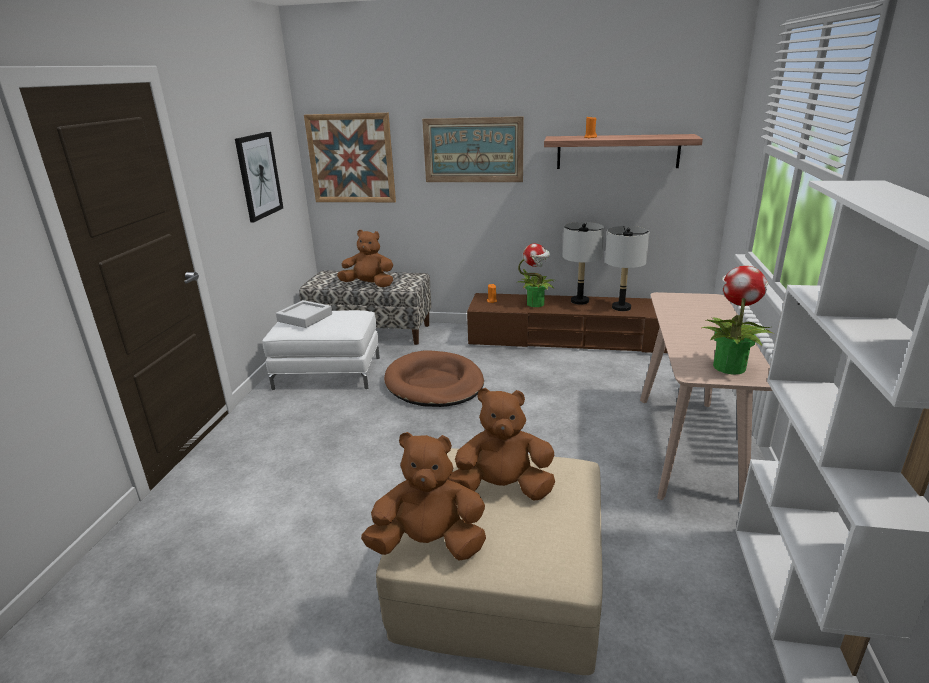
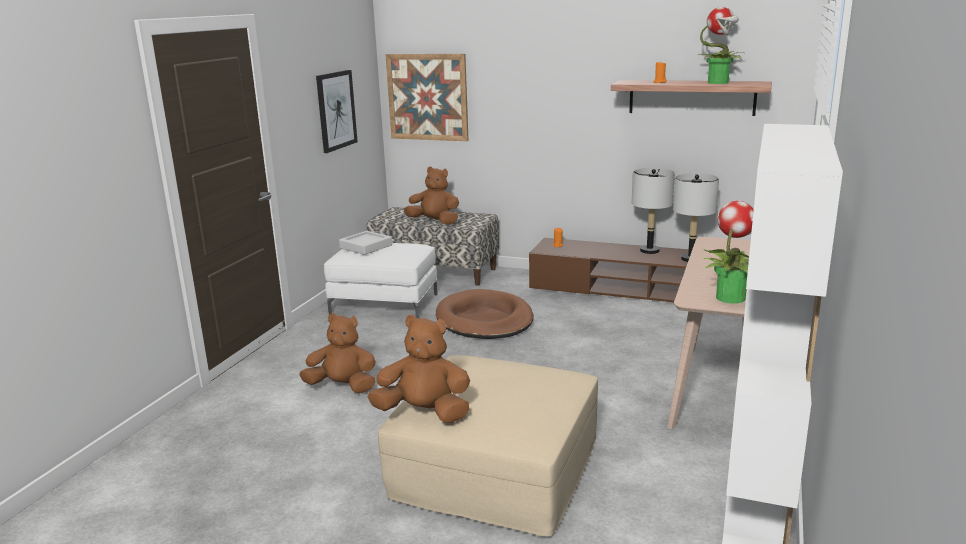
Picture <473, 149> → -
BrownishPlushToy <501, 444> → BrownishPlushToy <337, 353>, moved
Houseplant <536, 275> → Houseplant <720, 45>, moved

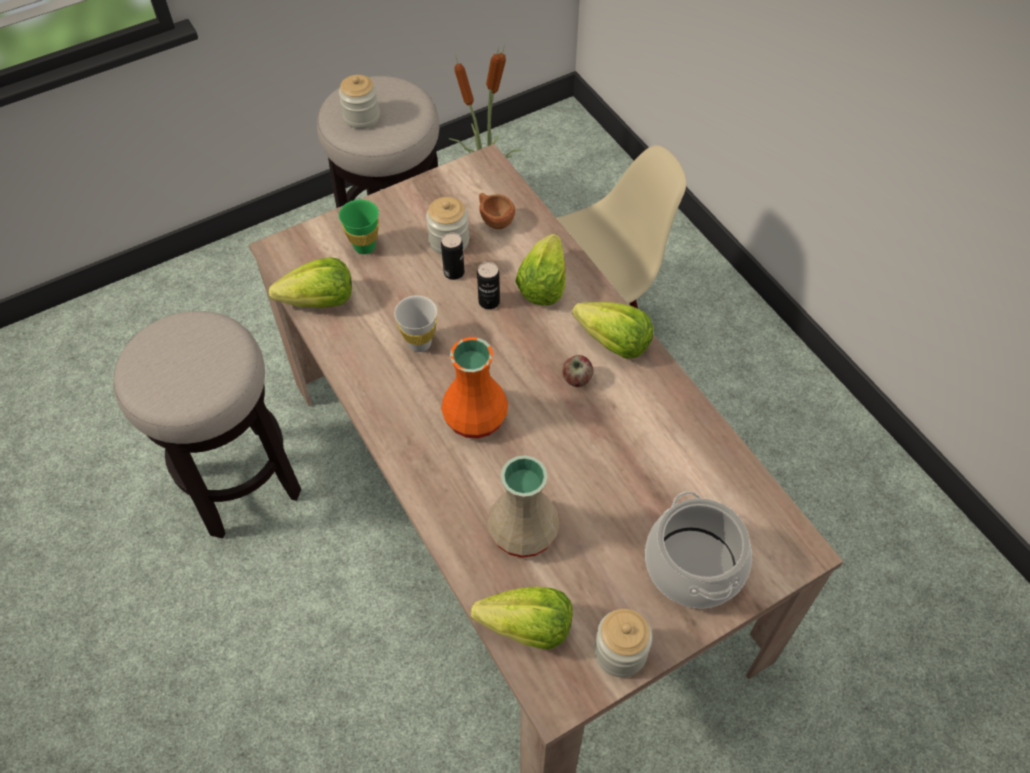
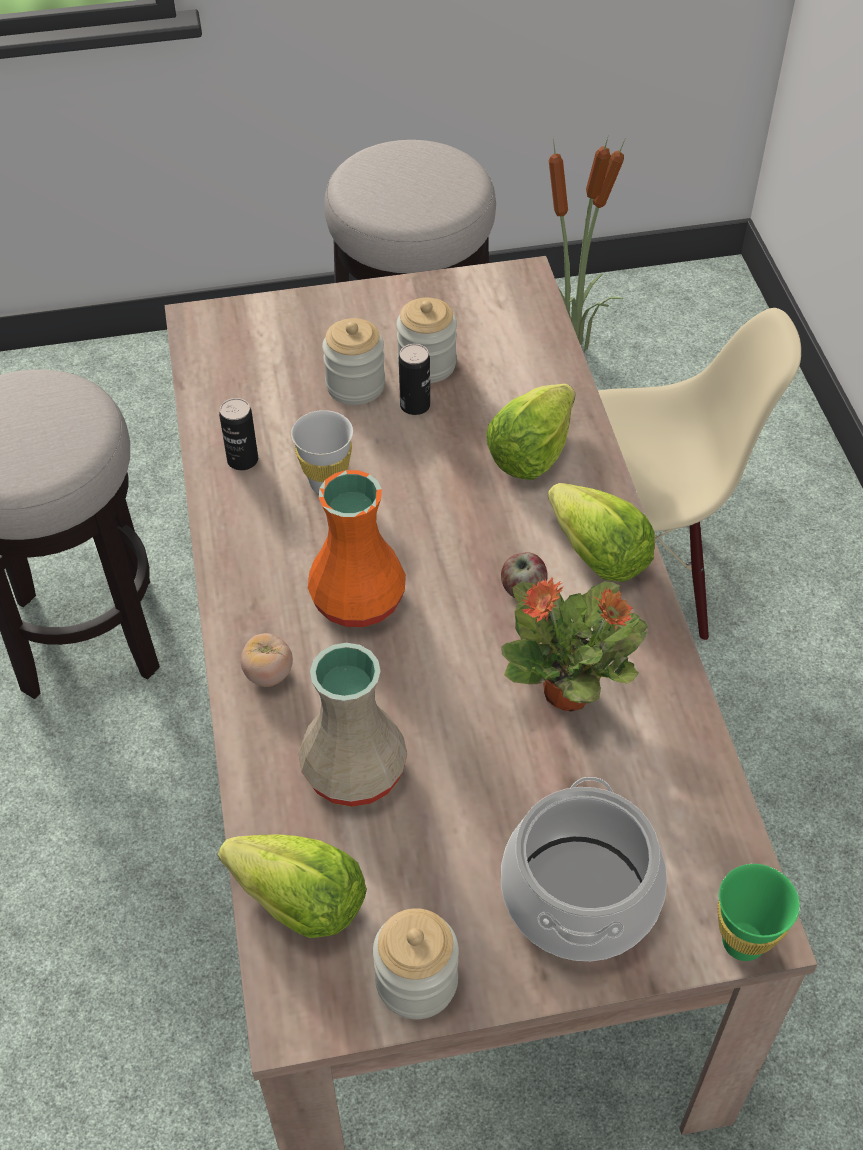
HeadOfLettuce <310, 282> → -
Jar <359, 102> → Jar <353, 361>, moved
GreenColouredDrinkingCup <359, 226> → GreenColouredDrinkingCup <759, 912>, moved
MetalCan <488, 285> → MetalCan <238, 434>, moved
BrownishDrinkingCup <497, 211> → -
- → WholeTomato <267, 660>
- → Houseplant <574, 644>

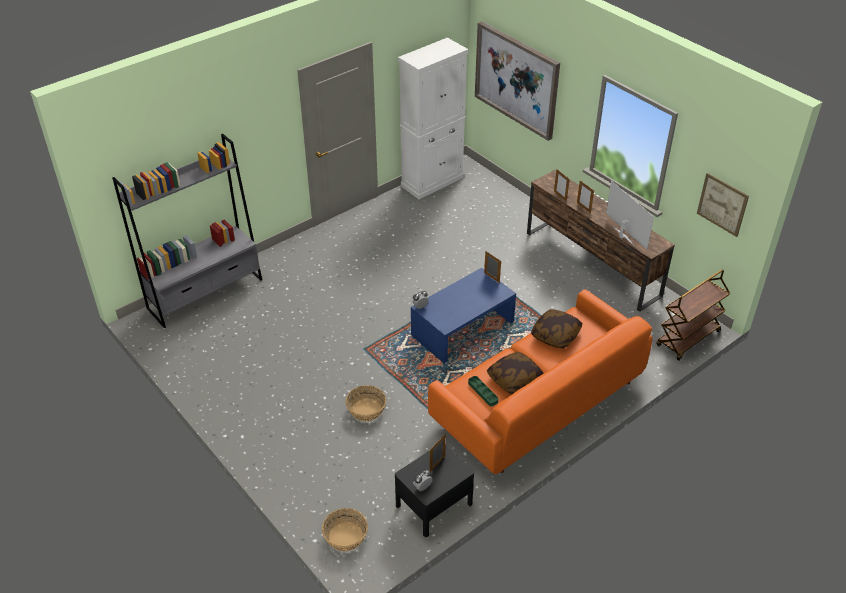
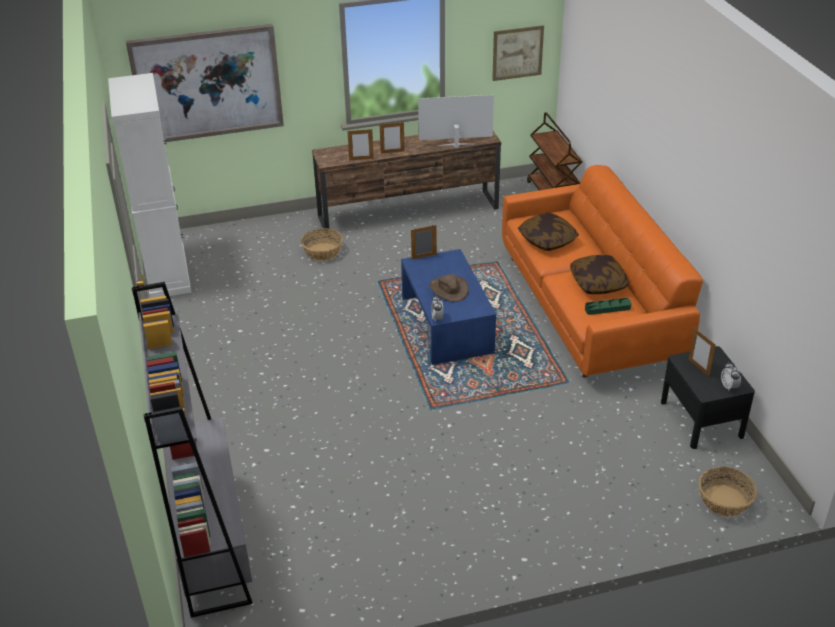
HouseholdBasket <365, 403> → HouseholdBasket <322, 244>, moved
- → BrownishClothingHat <449, 288>

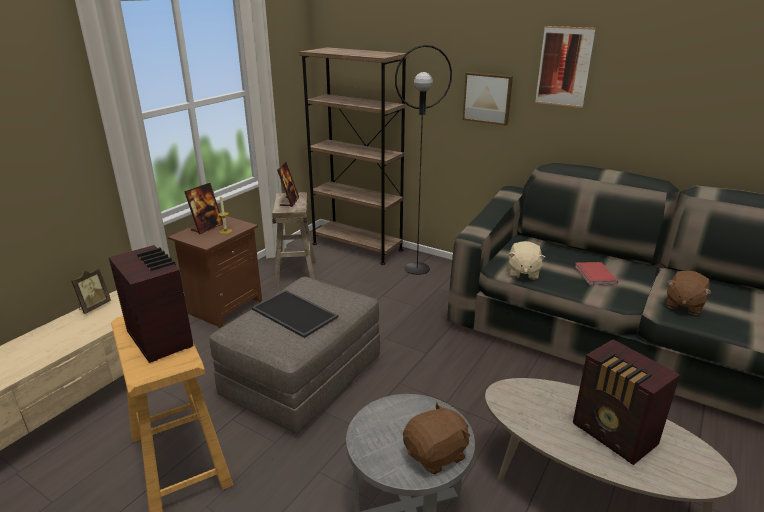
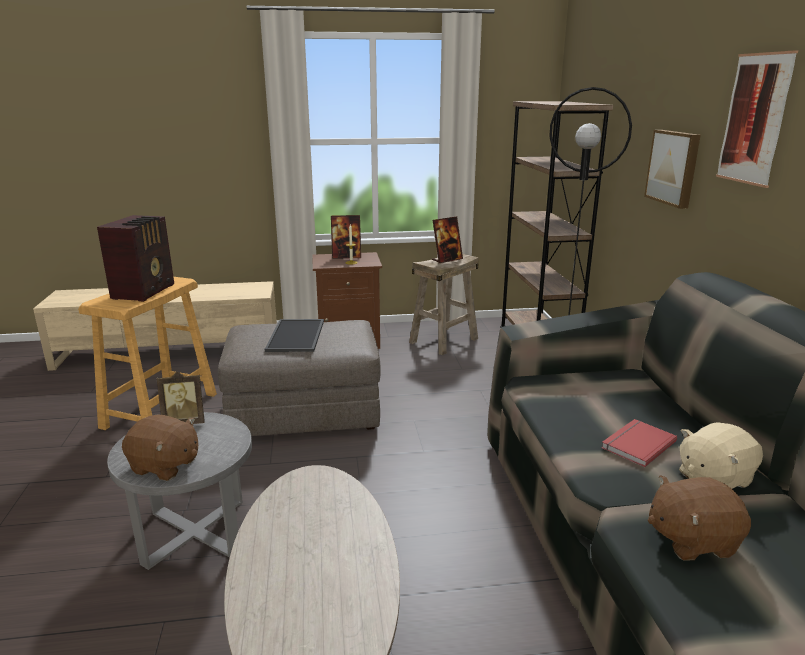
PhotoFrame <91, 291> → PhotoFrame <181, 397>, moved
BeigePlushToy <527, 260> → BeigePlushToy <721, 455>, moved
RadioReceiver <626, 402> → -

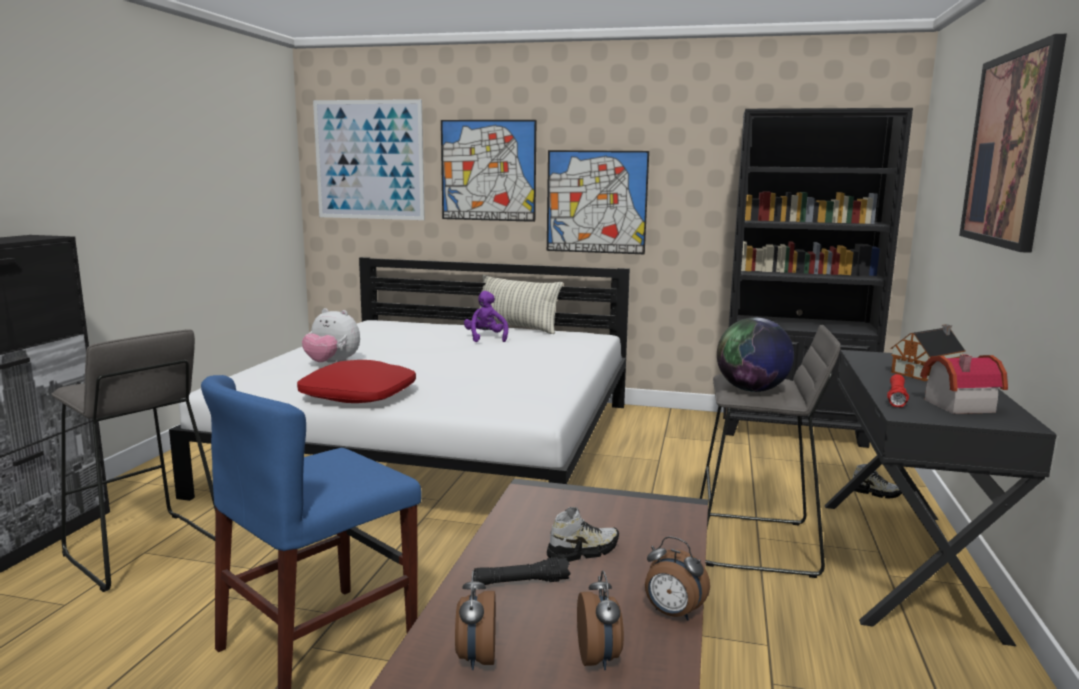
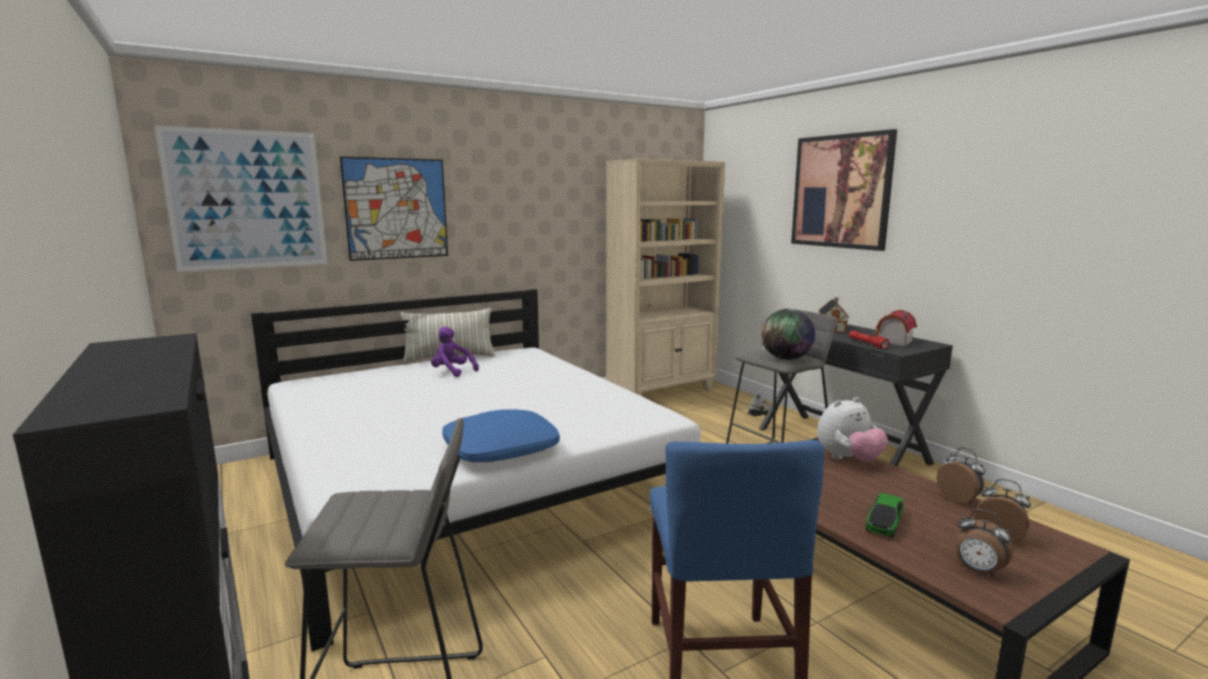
ReddishThrowPillow <356, 381> → BluishThrowPillow <501, 436>
PlushToy <331, 335> → PlushToy <852, 429>, moved
BlackishHandTorch <522, 571> → ModelCar <885, 515>
Picture <598, 202> → -
Shoe <583, 534> → -
AlarmClock <677, 578> → AlarmClock <961, 475>, 105 degrees counterclockwise
BlackishBookcase <818, 278> → BeigeBookcase <665, 277>

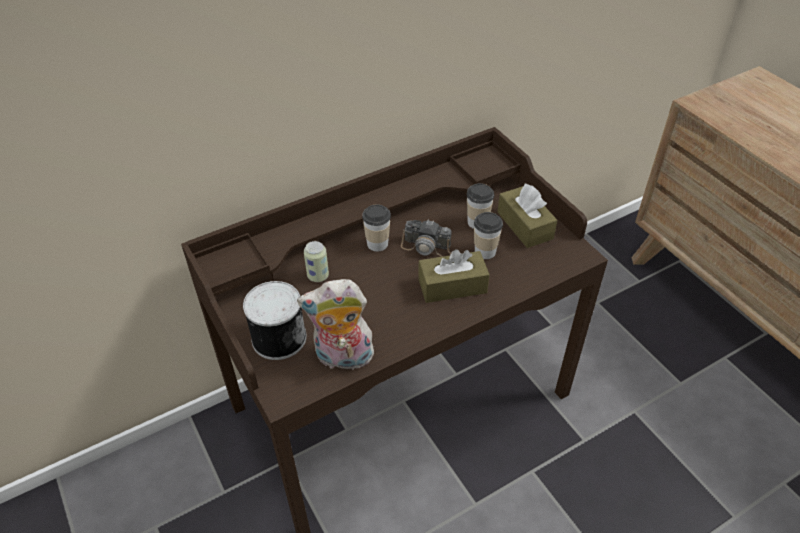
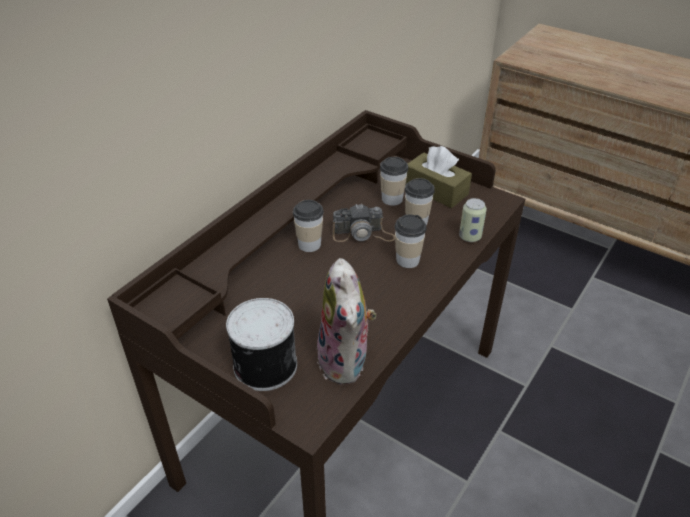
PlushToy <335, 326> → PlushToy <346, 321>, 75 degrees counterclockwise
MetalCan <316, 261> → MetalCan <473, 220>, moved
BrownishBoxOfTissues <454, 276> → DrinkingCup <411, 241>

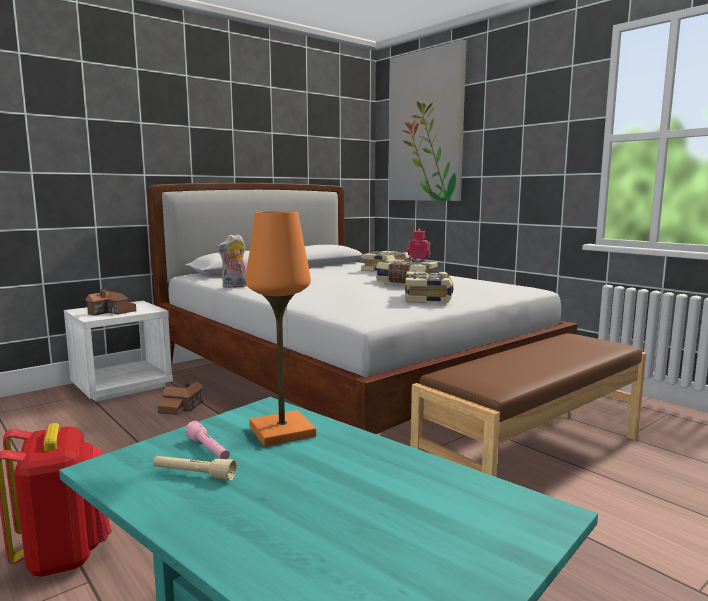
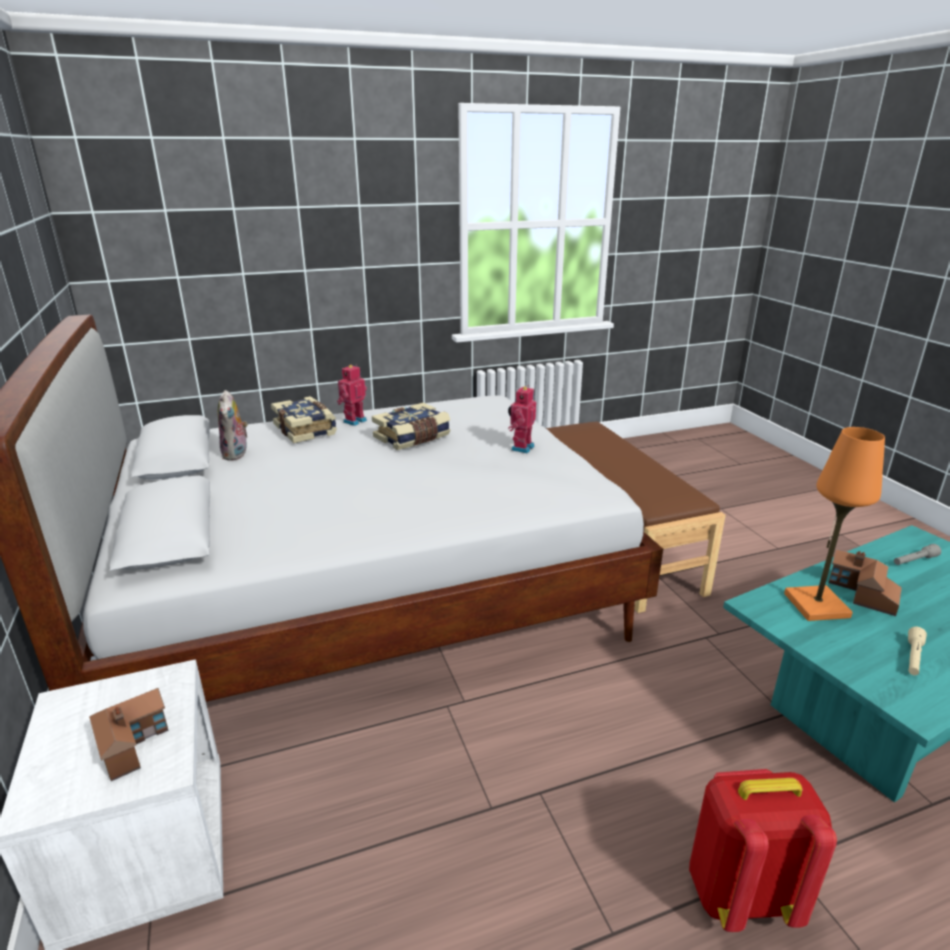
ToyHouse <181, 397> → ToyHouse <865, 582>, moved
PinkHandTorch <207, 440> → -
PlushToy <231, 261> → PlushToy <233, 425>, moved
Picture <427, 120> → -
BoundBook <429, 287> → ModelRobot <522, 419>
- → GreyHandTorch <917, 554>

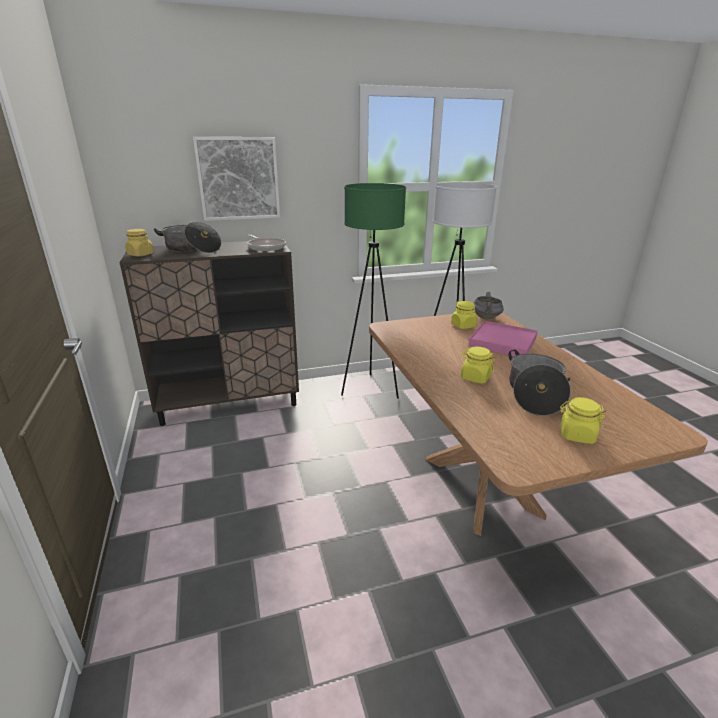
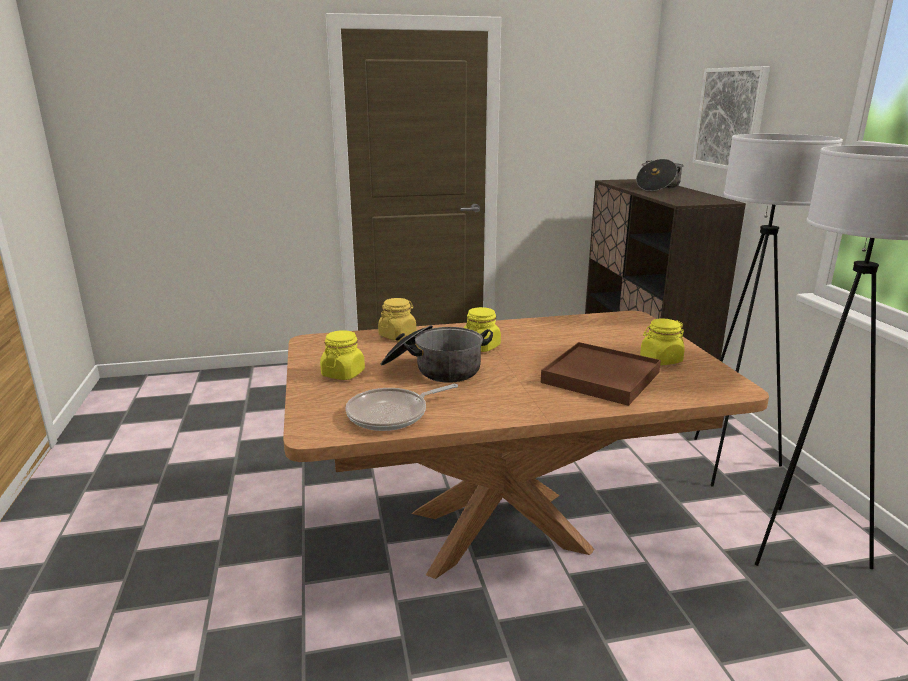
YellowishJar <139, 242> → YellowishJar <397, 319>, moved
FryingPan <266, 243> → FryingPan <401, 407>, moved
GreenColouredFloorLamp <373, 291> → WhiteColouredFloorLamp <768, 310>
PinkTray <503, 338> → BrownishTray <601, 374>
GreySaucepot <488, 306> → -

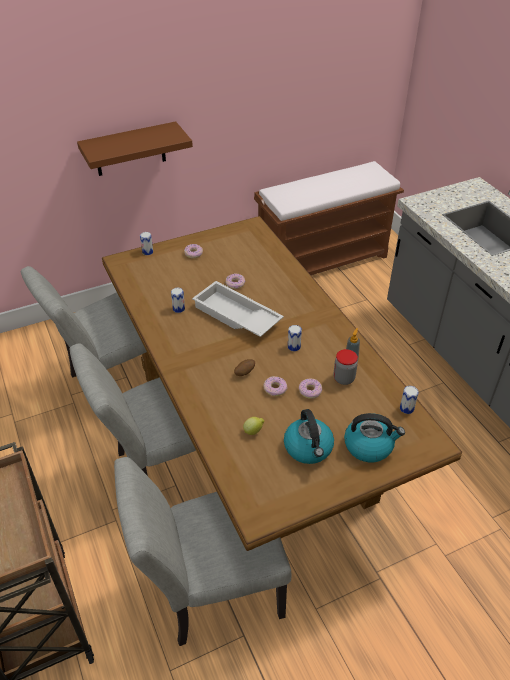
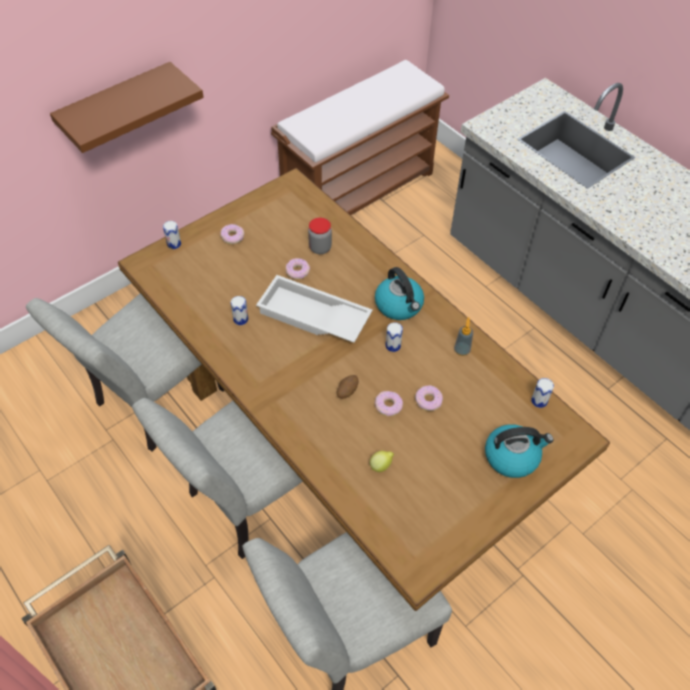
WaterKettle <309, 436> → WaterKettle <399, 293>, moved
Jar <345, 367> → Jar <320, 236>, moved

